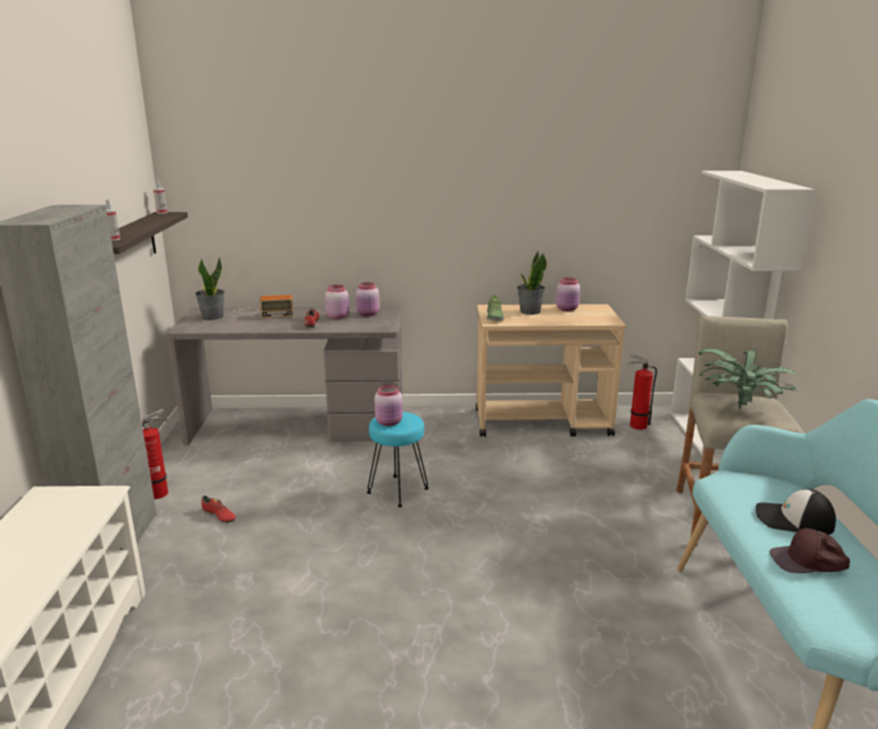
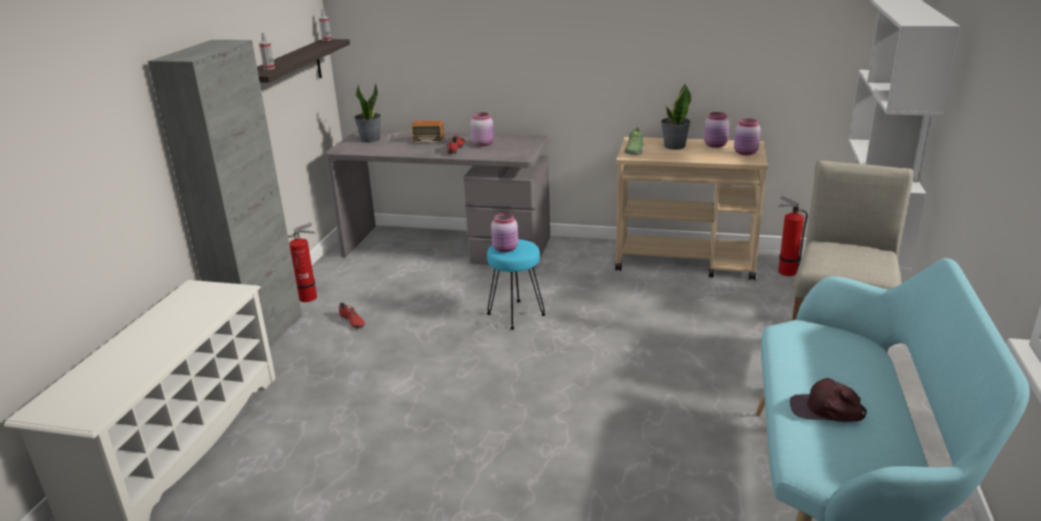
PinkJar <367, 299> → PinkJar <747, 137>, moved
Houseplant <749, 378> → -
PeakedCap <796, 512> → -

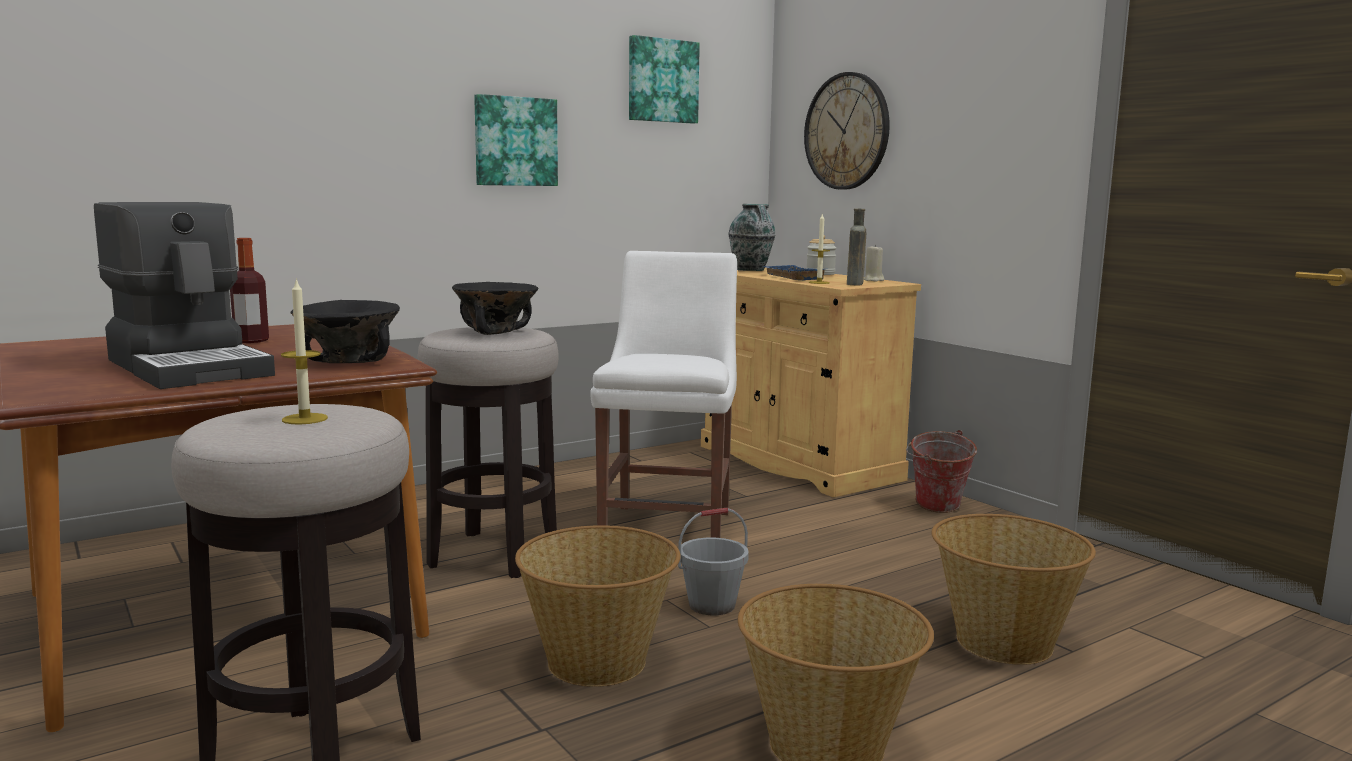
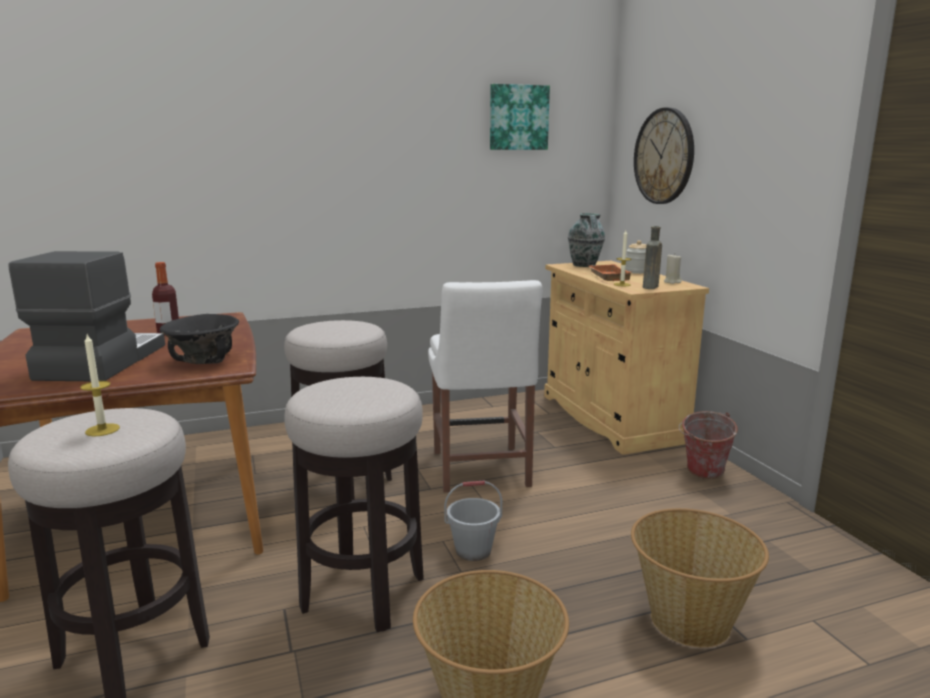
CoffeeMachine <184, 295> → CoffeeMachine <86, 316>, 150 degrees counterclockwise
BlackishServingBowl <495, 308> → -
Picture <516, 140> → -
HouseholdBasket <598, 606> → Stool <354, 504>
WhiteColouredChair <663, 394> → WhiteColouredChair <485, 386>, 150 degrees clockwise
BluishTray <796, 272> → OrangeTray <610, 272>

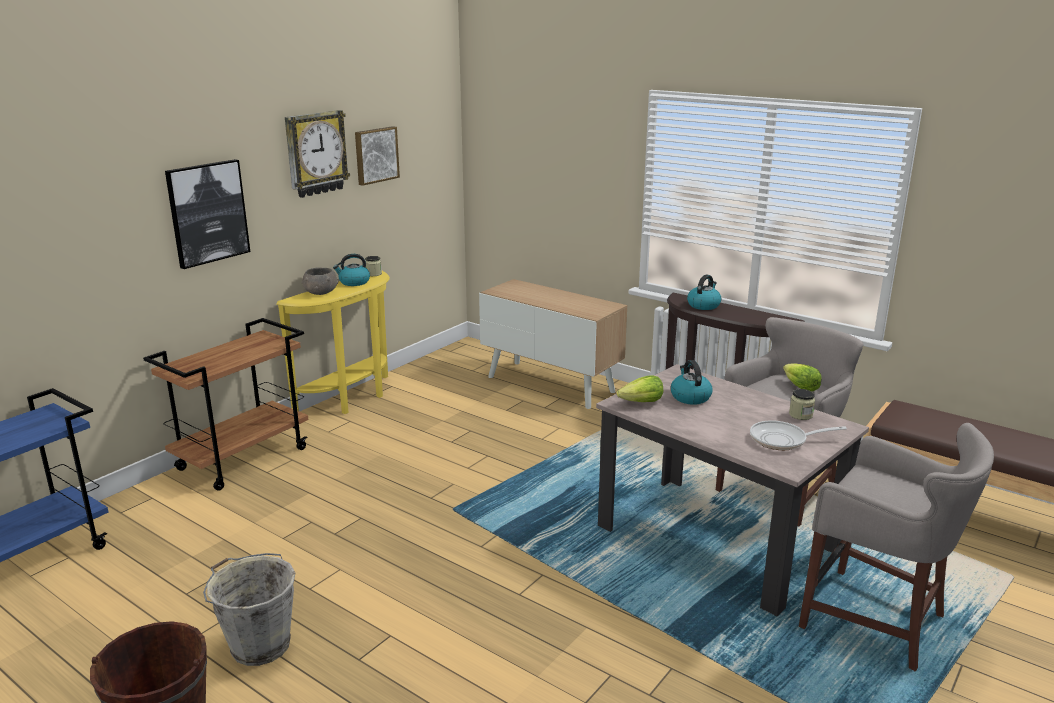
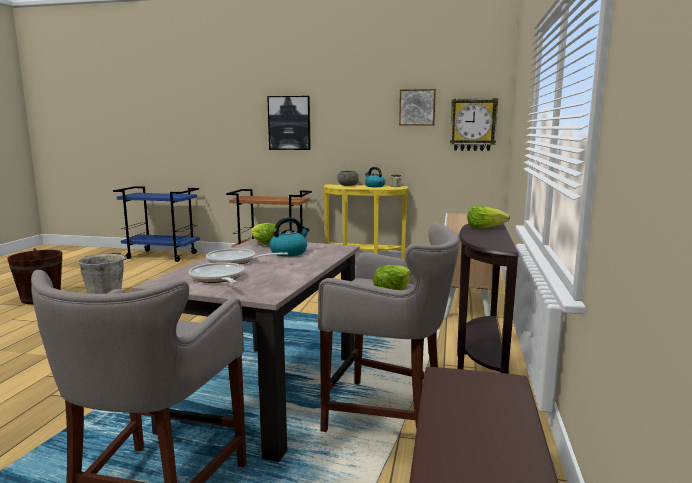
ClockOnTheWall <317, 154> → ClockOnTheWall <474, 124>, moved
WaterKettle <704, 292> → HeadOfLettuce <489, 216>
Jar <802, 404> → -
- → FryingPan <247, 256>

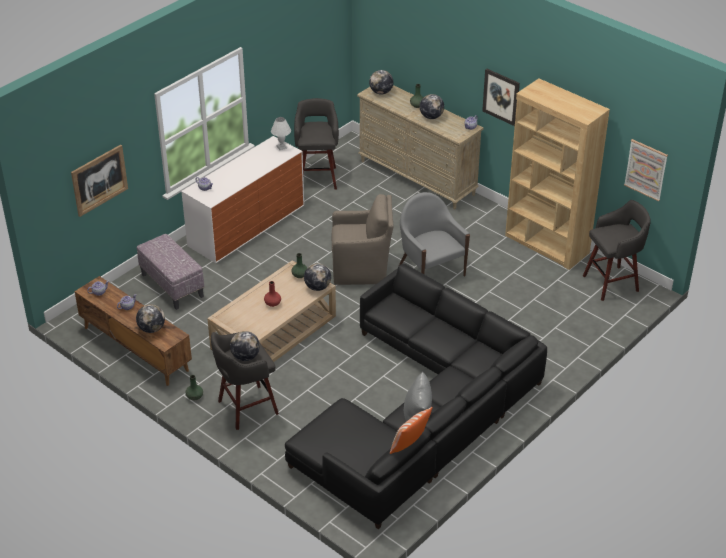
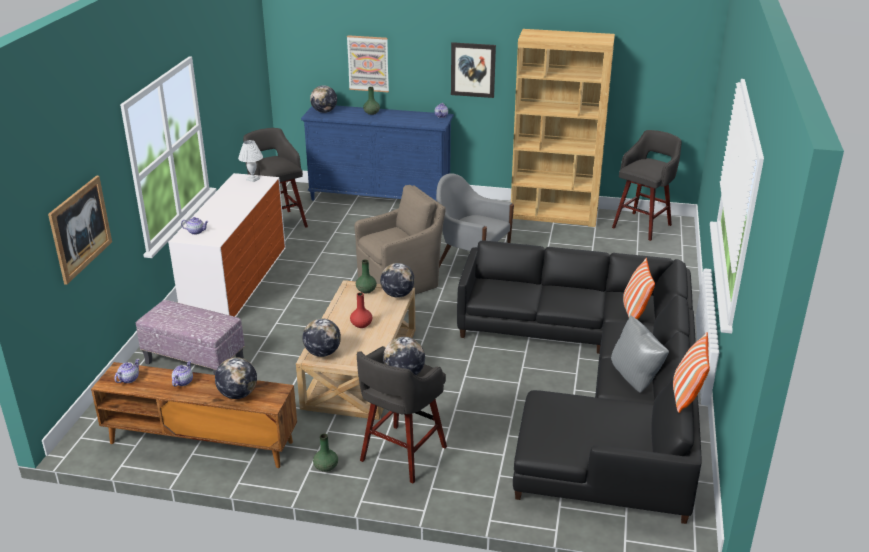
BeigeDresser <420, 147> → BluishDresser <377, 153>
DeskGlobe <432, 106> → DeskGlobe <321, 337>, moved
Picture <646, 170> → Picture <368, 63>, moved
- → ThrowPillow <639, 288>

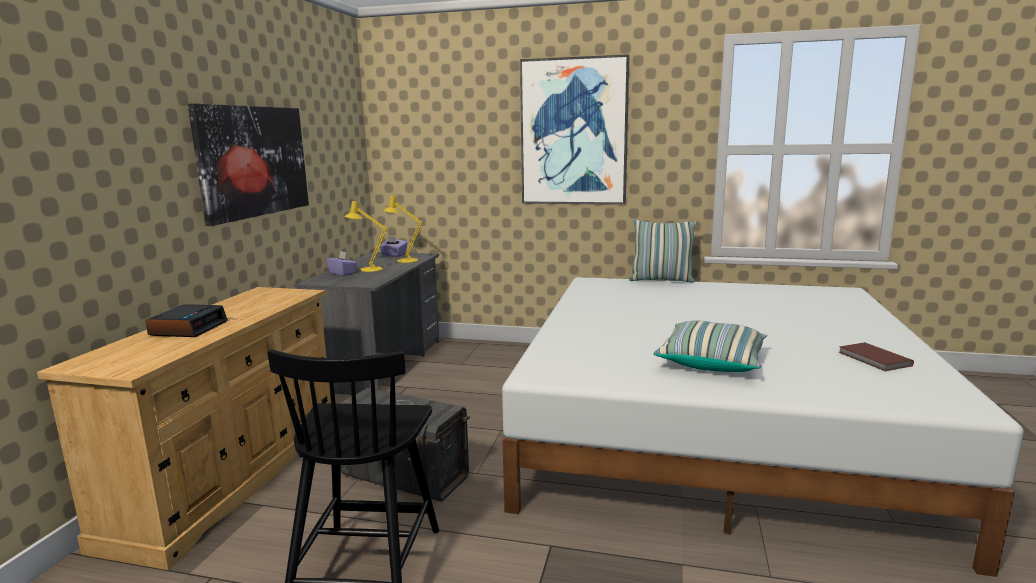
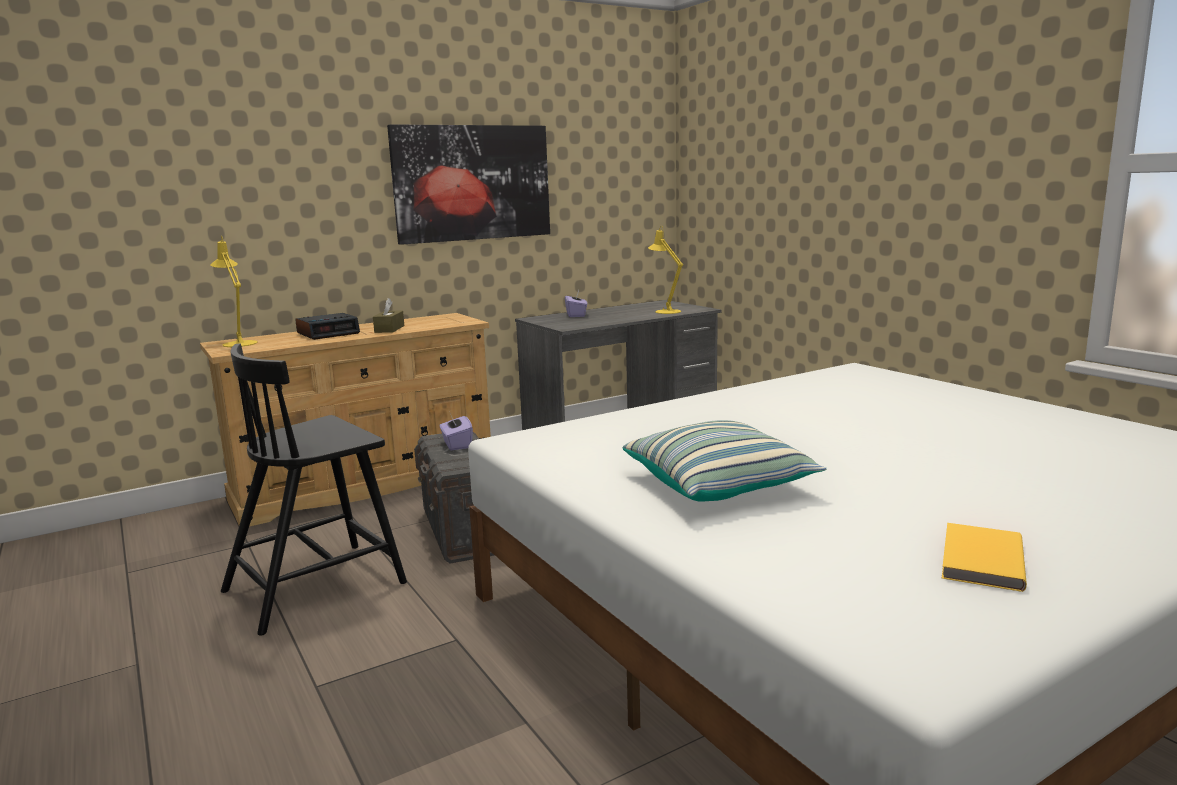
YellowishTabletopLamp <366, 234> → YellowishTabletopLamp <234, 291>, moved
PurplishBoxOfTissues <393, 246> → PurplishBoxOfTissues <456, 432>, moved
Picture <575, 129> → -
ThrowPillow <663, 251> → -
BrownishBoundBook <876, 356> → YellowishBoundBook <984, 557>
- → BrownishBoxOfTissues <388, 315>

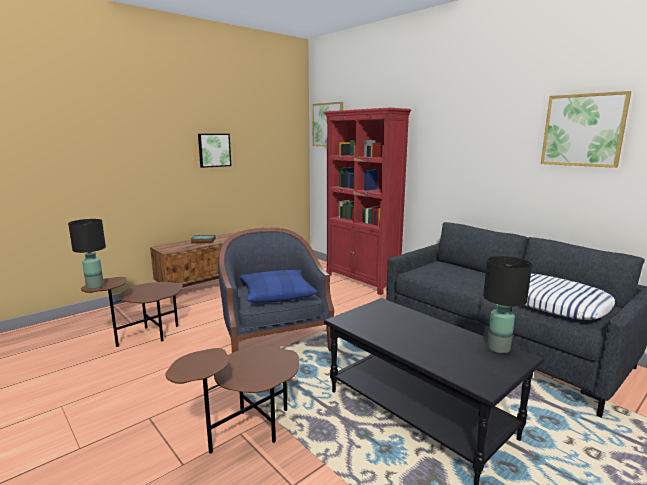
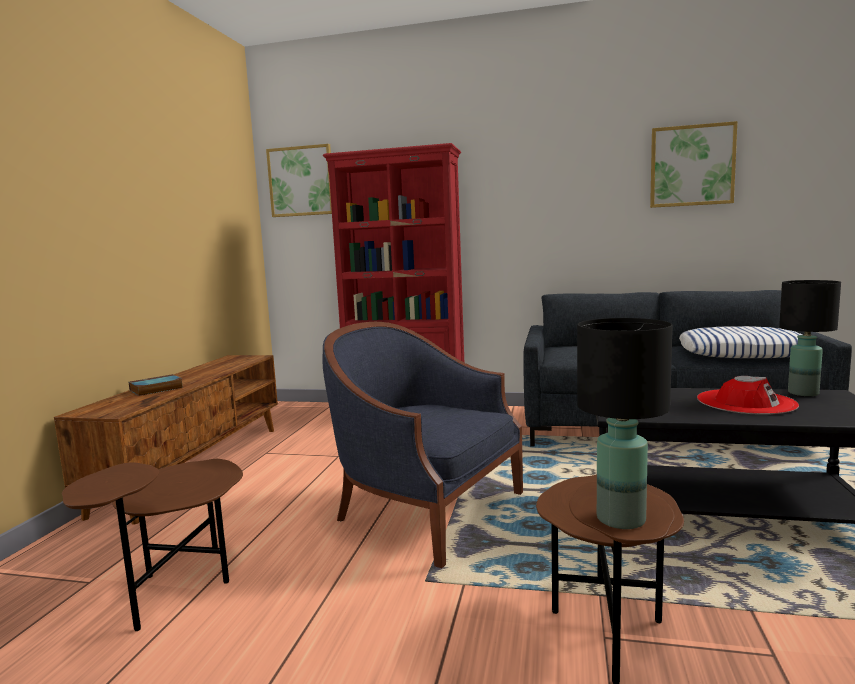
BlackishTabletopLamp <87, 254> → BlackishTabletopLamp <624, 423>, moved
Picture <214, 151> → -
BluishThrowPillow <279, 286> → -
- → ReddishClothingHat <748, 395>

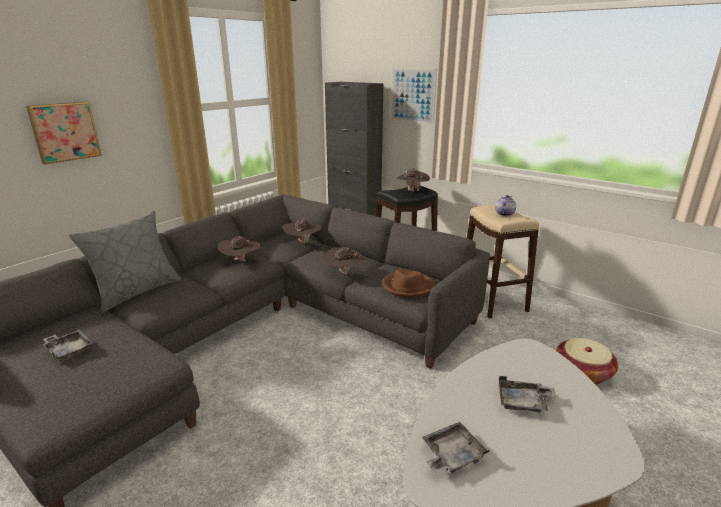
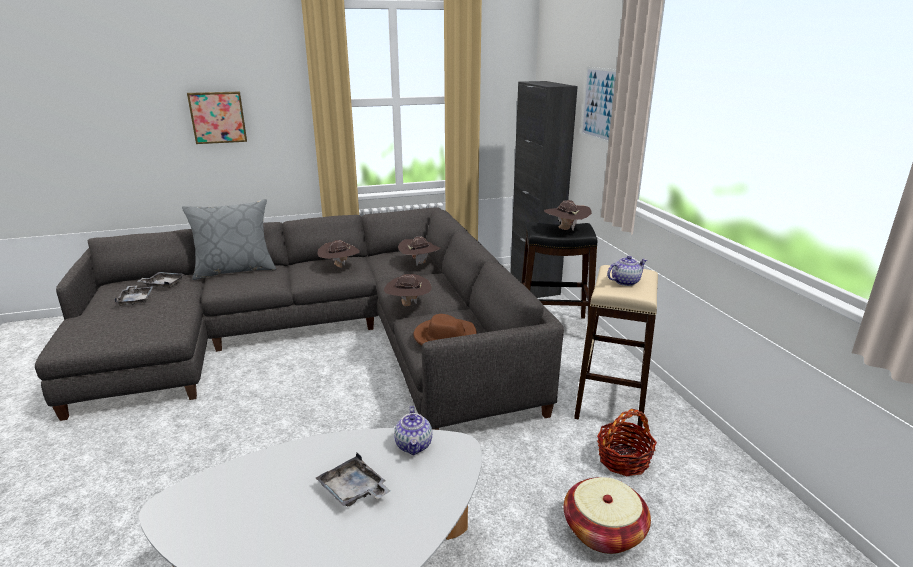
GreyTray <455, 447> → GreyTray <161, 280>, moved
- → Teapot <413, 430>
- → HouseholdBasket <627, 442>

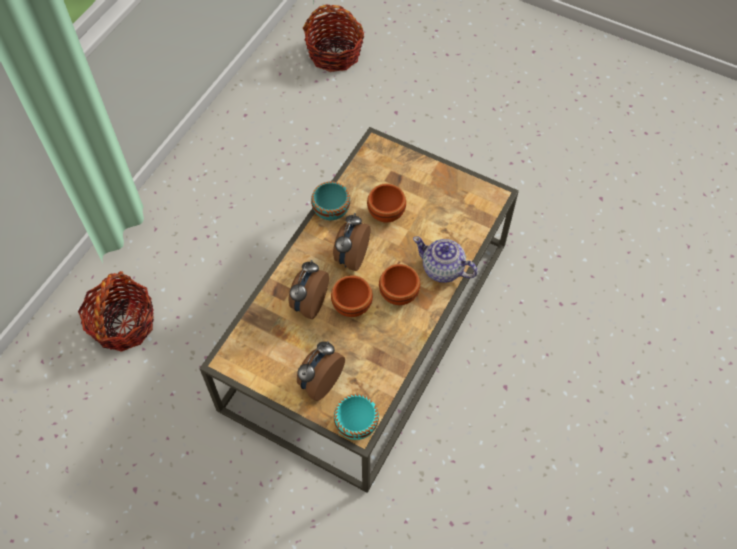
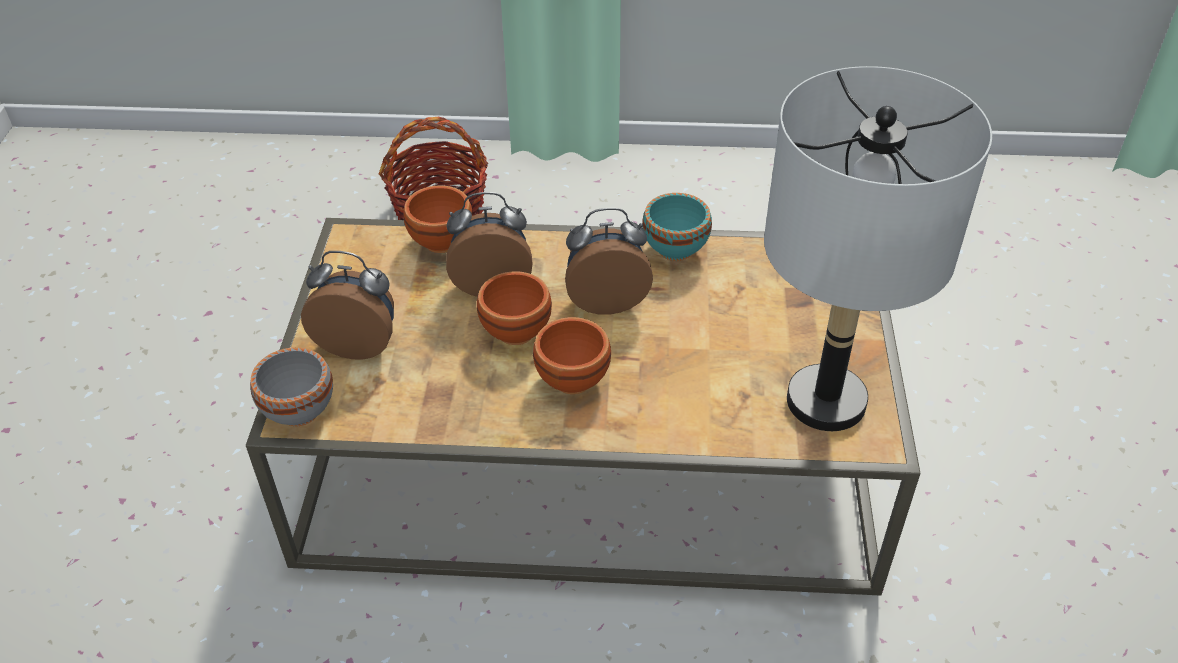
HouseholdBasket <333, 38> → -
BlueGreenServingBowl <356, 417> → GreyServingBowl <291, 386>
BrownishServingBowl <386, 203> → BrownishServingBowl <438, 219>, moved
Teapot <445, 260> → -
- → GreyTabletopLamp <878, 248>

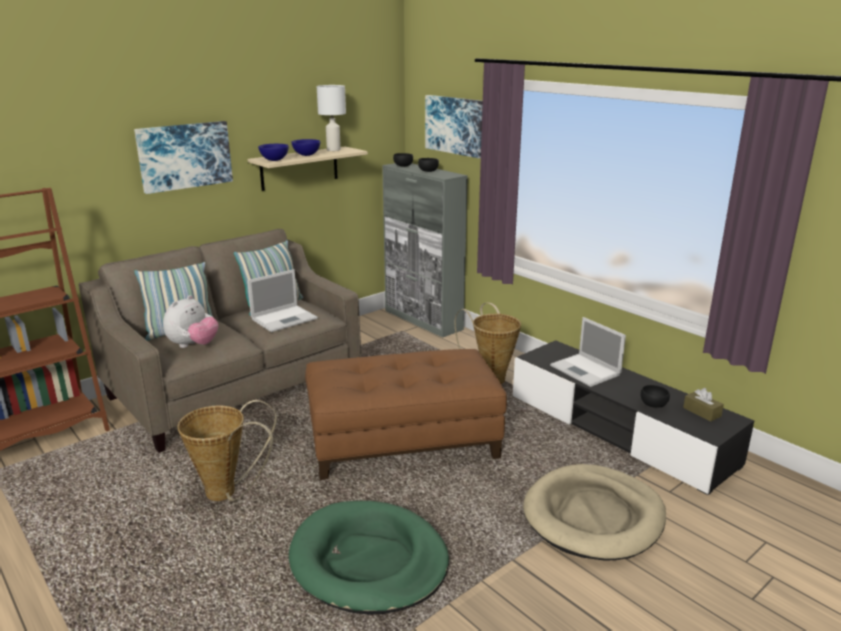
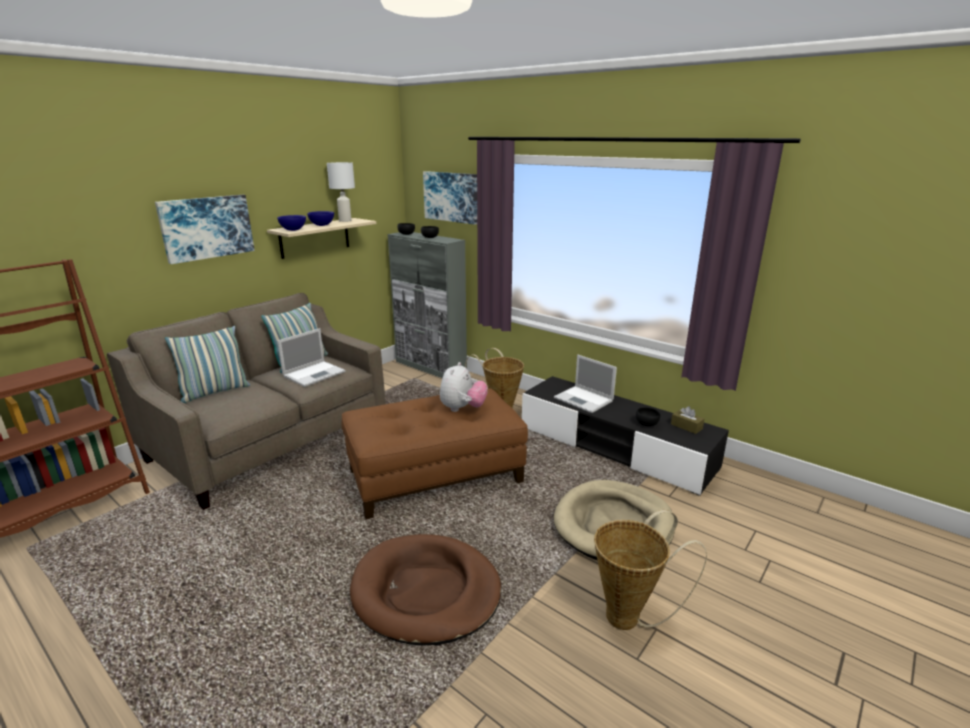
PlushToy <190, 321> → PlushToy <464, 387>, moved
HouseholdBasket <227, 450> → HouseholdBasket <650, 570>, moved
GreenColouredPetBed <369, 558> → BrownishPetBed <425, 590>

